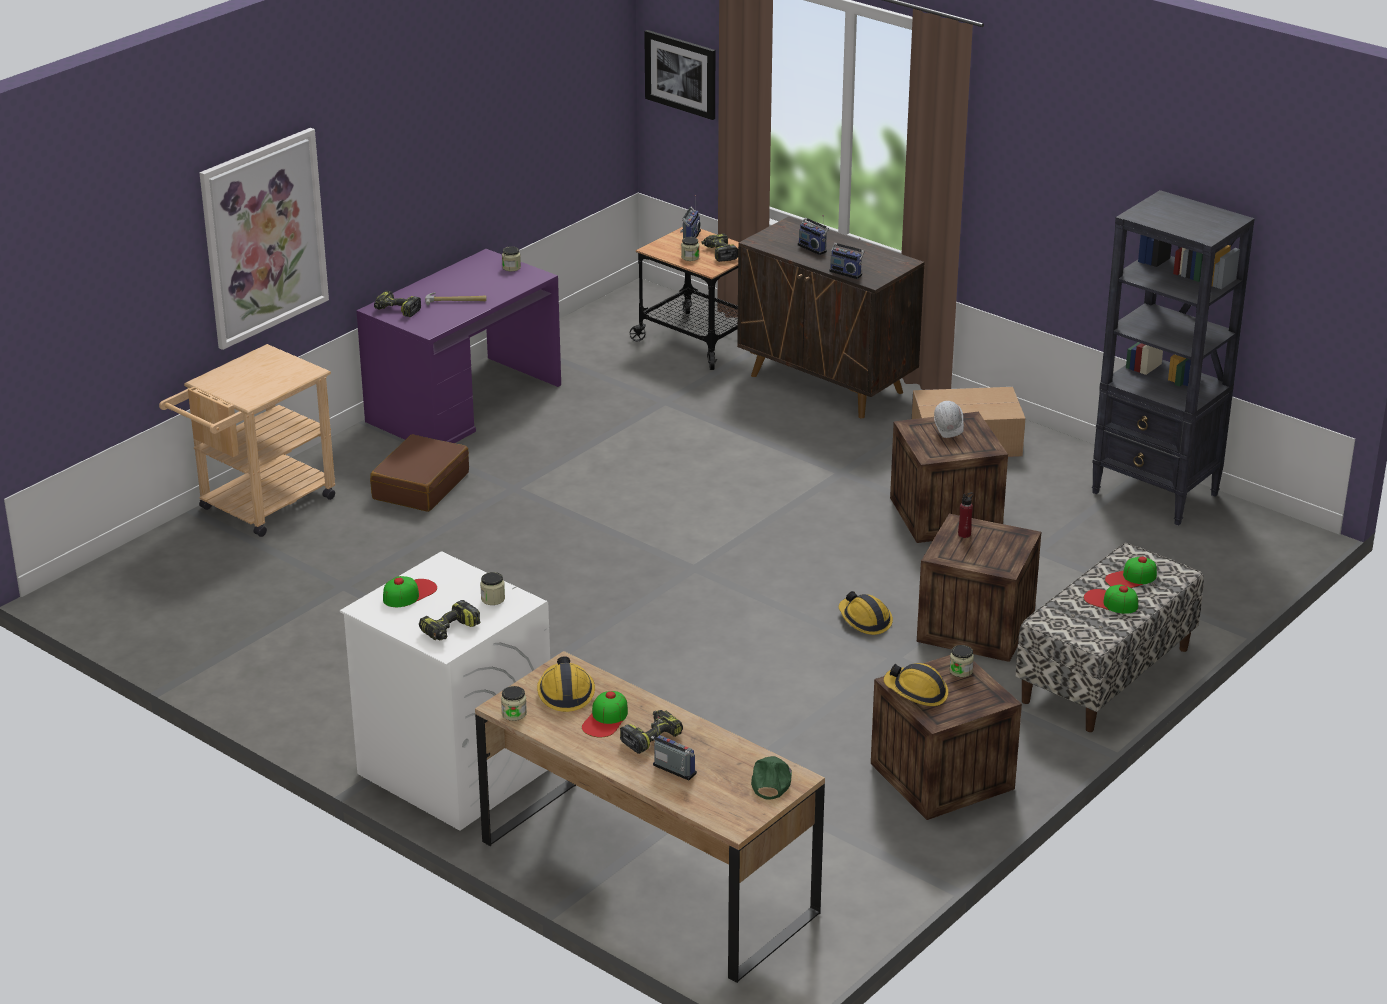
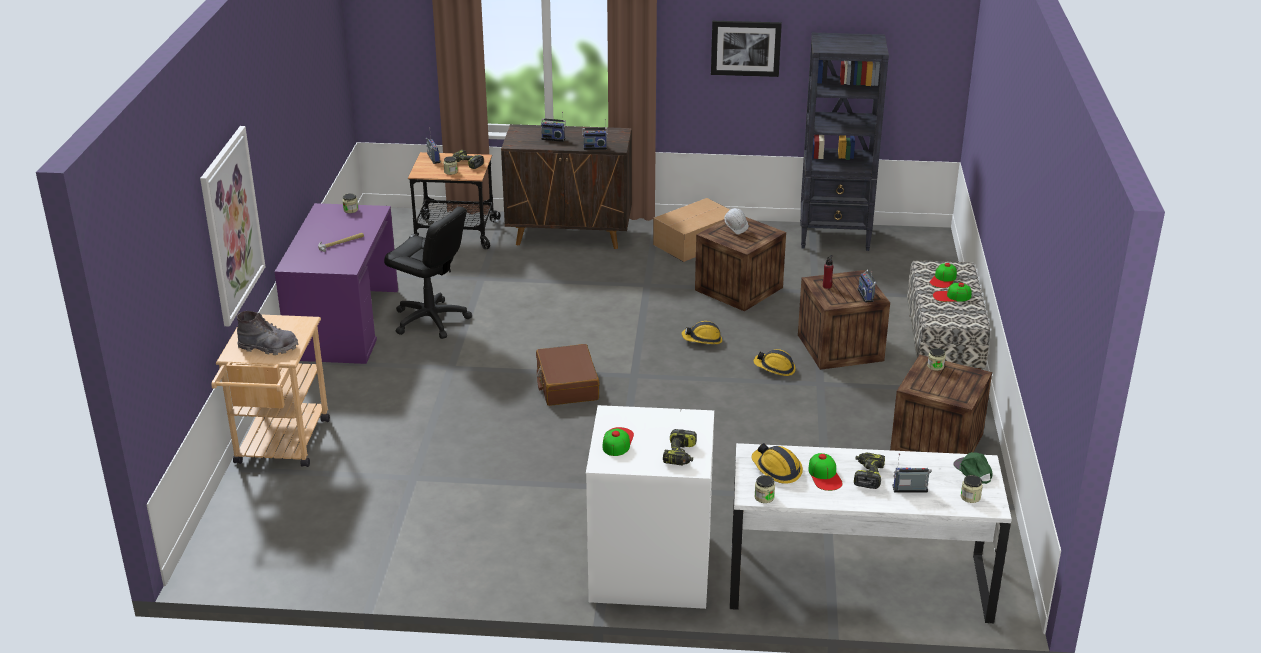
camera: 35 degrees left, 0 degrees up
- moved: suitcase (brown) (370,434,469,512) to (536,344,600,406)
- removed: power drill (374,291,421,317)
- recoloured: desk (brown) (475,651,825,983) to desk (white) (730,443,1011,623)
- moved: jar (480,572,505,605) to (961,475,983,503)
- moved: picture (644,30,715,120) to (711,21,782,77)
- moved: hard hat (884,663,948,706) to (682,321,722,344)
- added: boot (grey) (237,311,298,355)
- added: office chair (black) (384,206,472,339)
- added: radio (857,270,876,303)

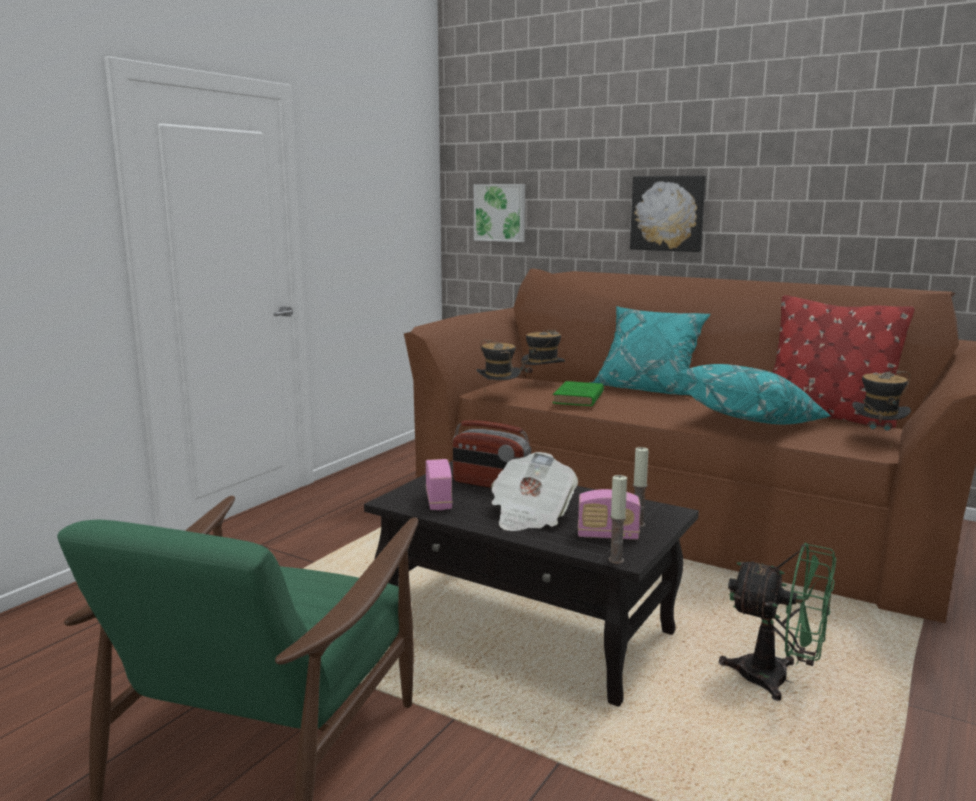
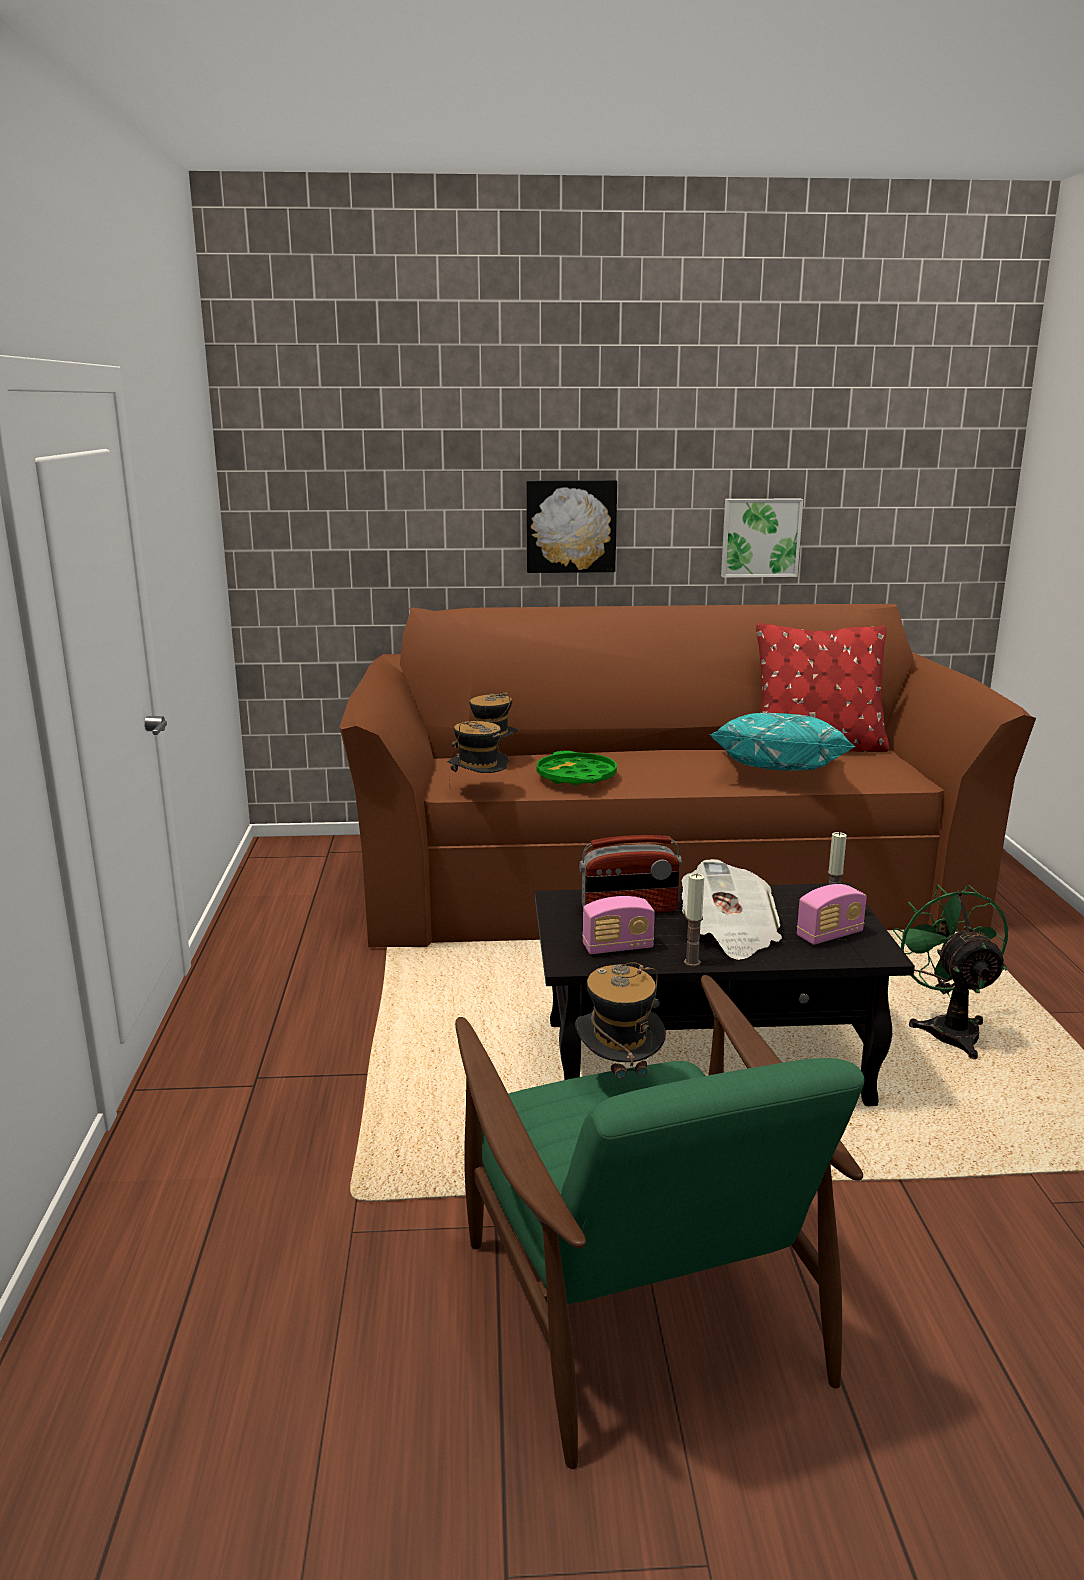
camera: 35 degrees left, 5 degrees up
- turned: radio (426,459,453,510) = (582,896,655,954) 120 degrees clockwise
- moved: picture (474,184,525,242) to (721,498,803,578)
- replaced: book (green) (552,381,604,406) to tray (green) (536,751,617,785)
- removed: pillow (turquoise) (590,306,711,395)
- moved: candle (609,475,627,564) to (684,873,704,966)
- turned: fan (green) (719,542,836,701) = (893,884,1008,1059) 90 degrees counterclockwise
- moved: hat (852,370,911,447) to (575,962,666,1078)

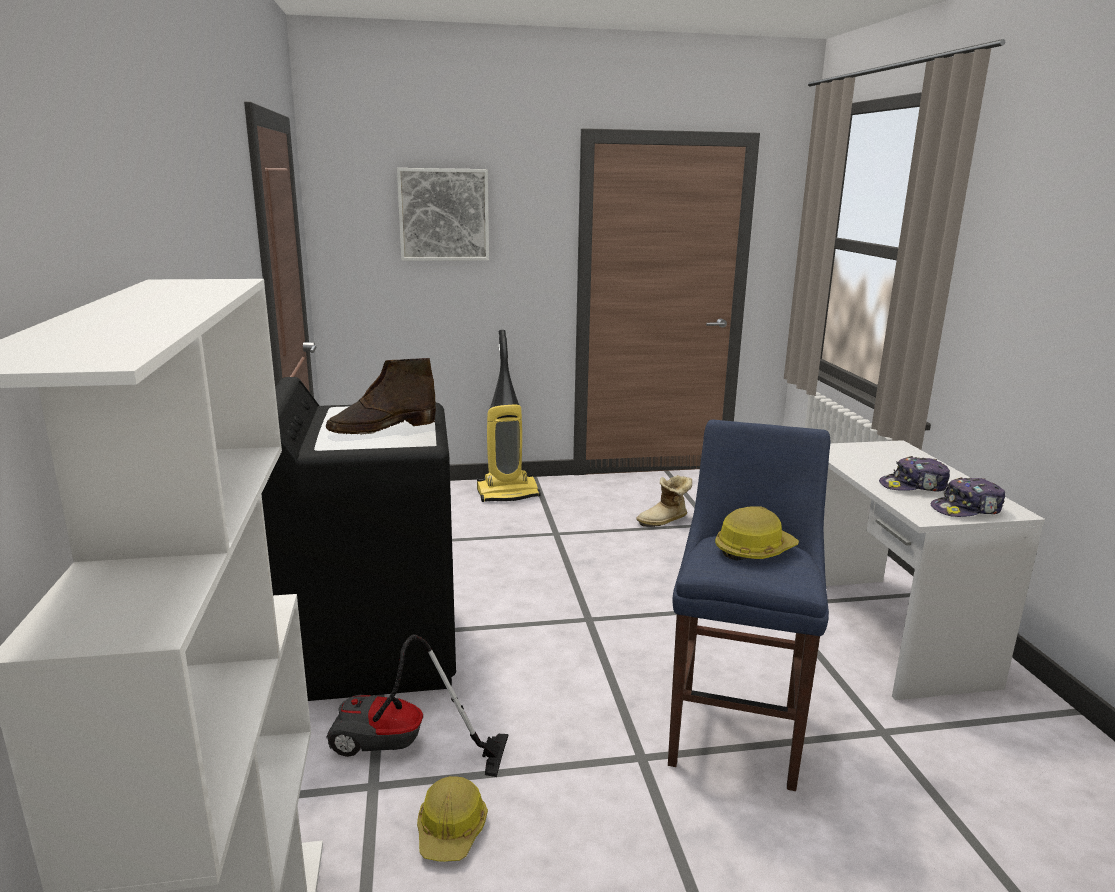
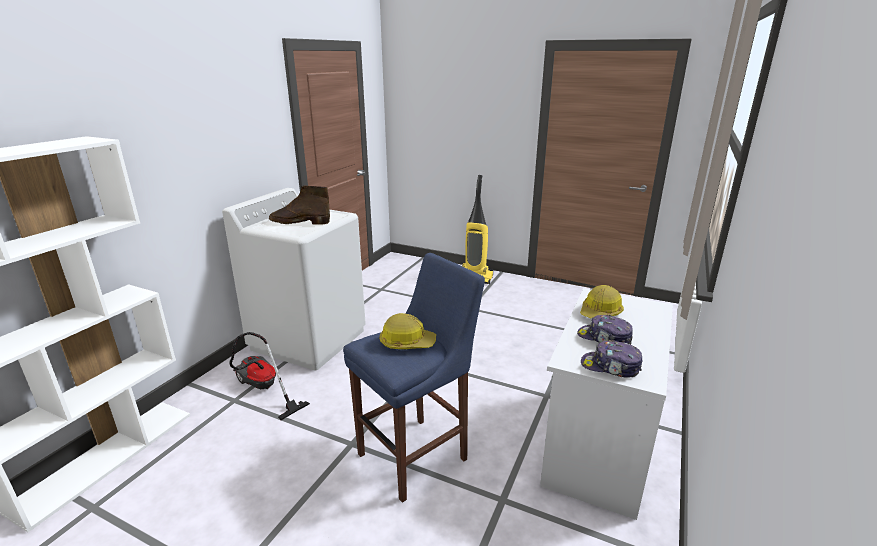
camera: 35 degrees right, 5 degrees up
- recoloured: washing machine (black) (261,377,456,701) to washing machine (white) (222,188,366,371)
- removed: picture (397,168,489,261)
- moved: hard hat (417,776,488,862) to (580,285,624,318)
- removed: boot (636,475,692,527)

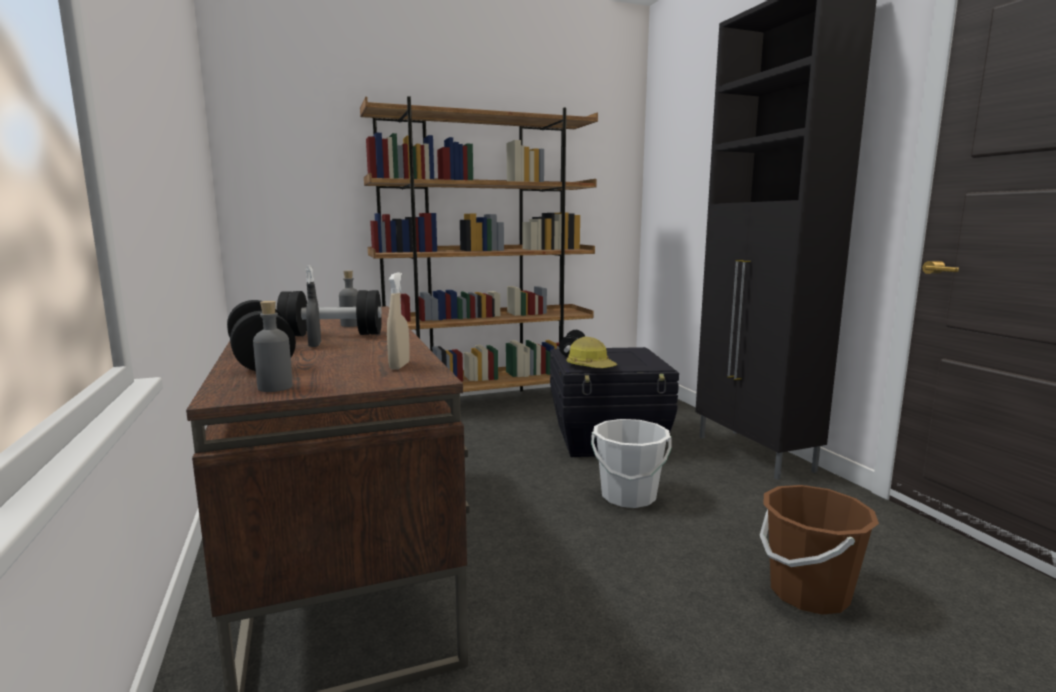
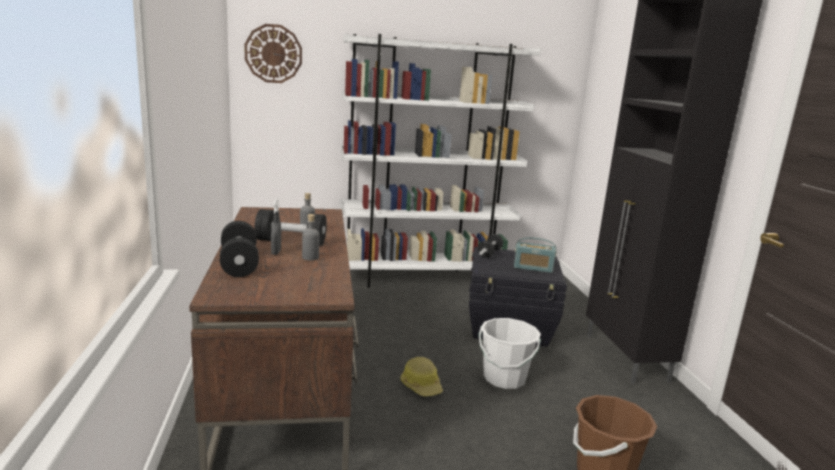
camera: 10 degrees right, 5 degrees up
- moved: bottle (grey) (253,301,293,392) to (302,214,320,261)
- recoloured: bookcase (brown) (360,96,598,392) to bookcase (white) (339,33,541,288)
- removed: spray bottle (beige) (387,272,410,370)
- moved: hard hat (567,337,617,368) to (400,357,443,396)
- added: wall clock (244,24,302,83)
- added: radio (514,237,557,273)

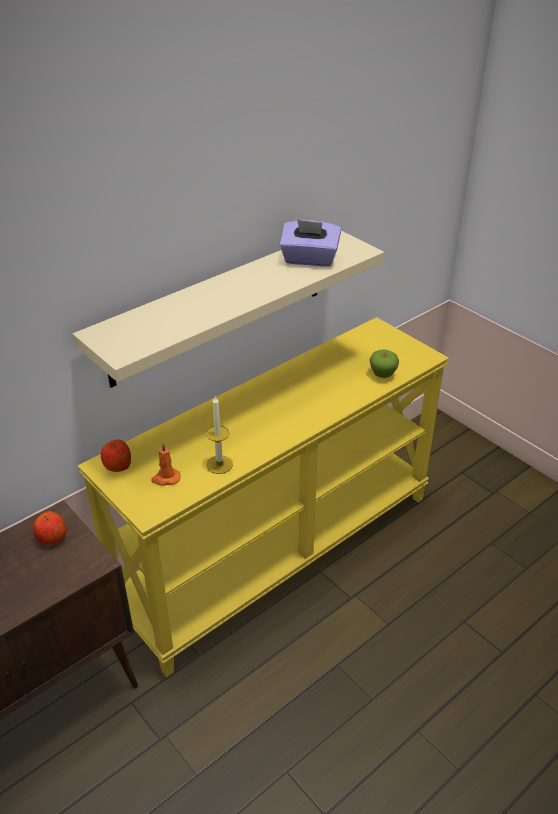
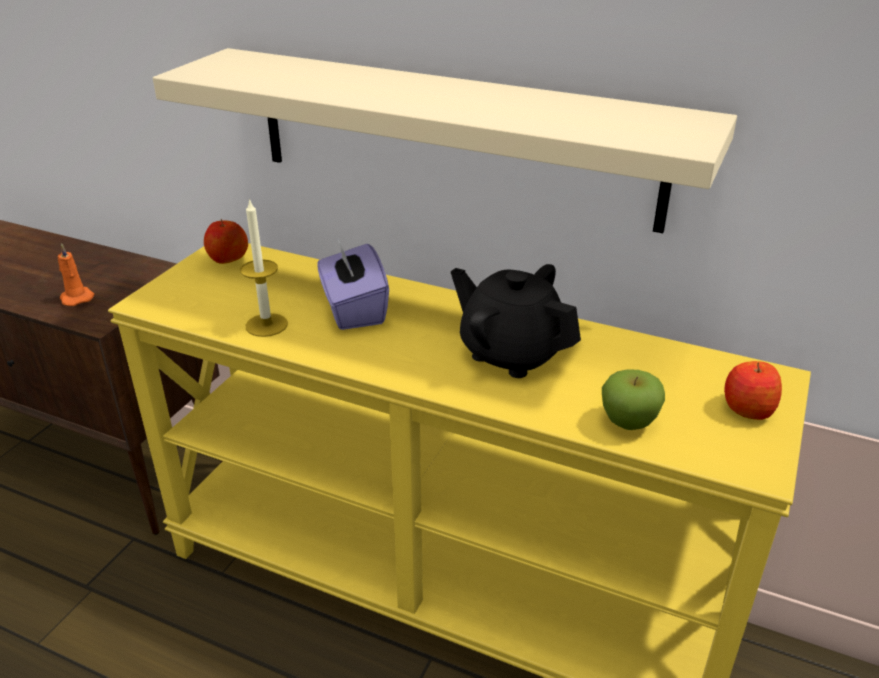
camera: 65 degrees right, 5 degrees down
- moved: apple (33,511,67,545) to (724,361,782,420)
- moved: candle (orange) (151,443,181,486) to (58,243,95,306)
- moved: tissue box (purple) (280,220,341,267) to (318,239,389,330)
- added: teapot (black) (451,264,581,378)

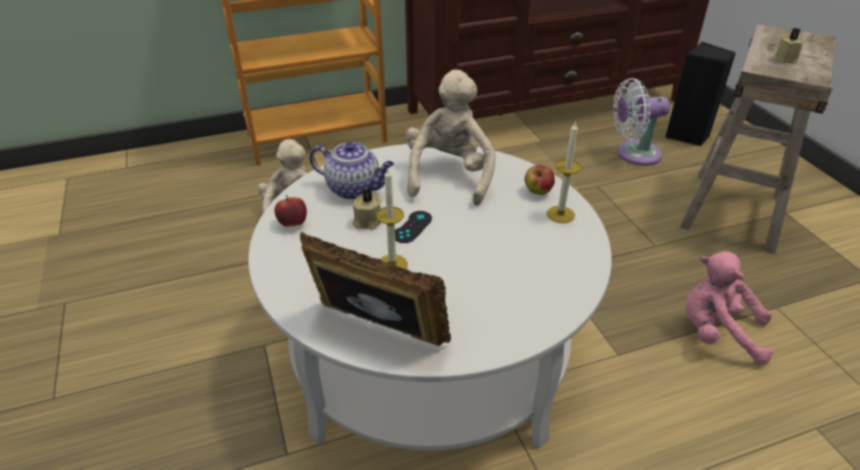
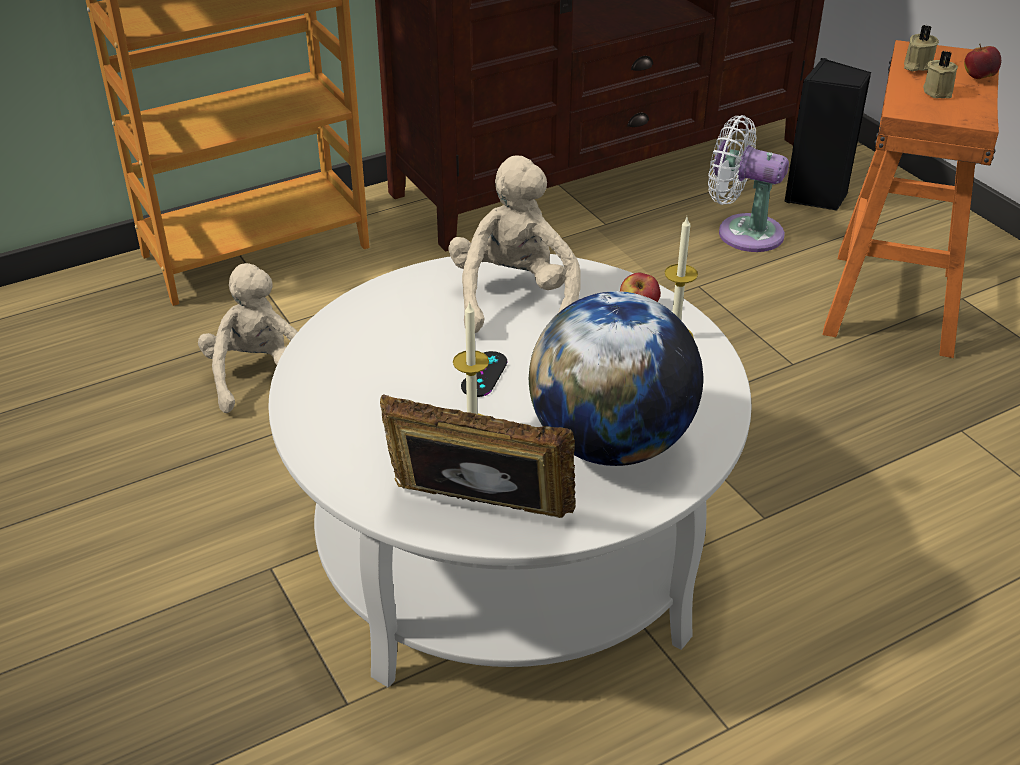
camera: 10 degrees left, 0 degrees up
- moved: apple (274,195,307,227) to (964,44,1001,79)
- removed: teapot (310,142,394,199)
- moved: candle (beige) (352,188,381,230) to (904,25,939,71)
- turned: fan (white) (613,78,670,166) = (708,115,789,252) 45 degrees clockwise
- recoloured: stool (beige) (680,24,836,254) to stool (orange) (822,40,999,358)
- removed: plush toy (pink) (685,251,773,365)
- added: globe (529,291,703,466)

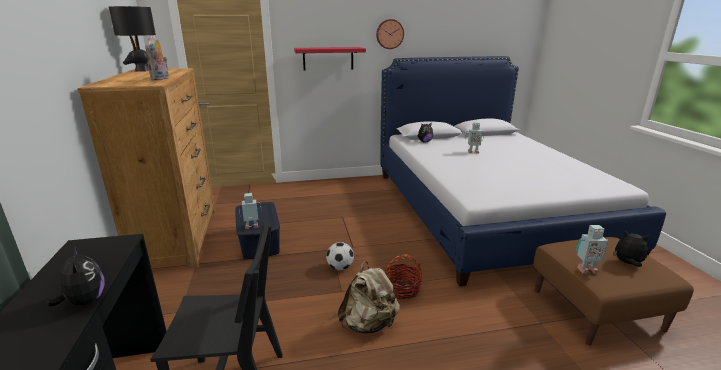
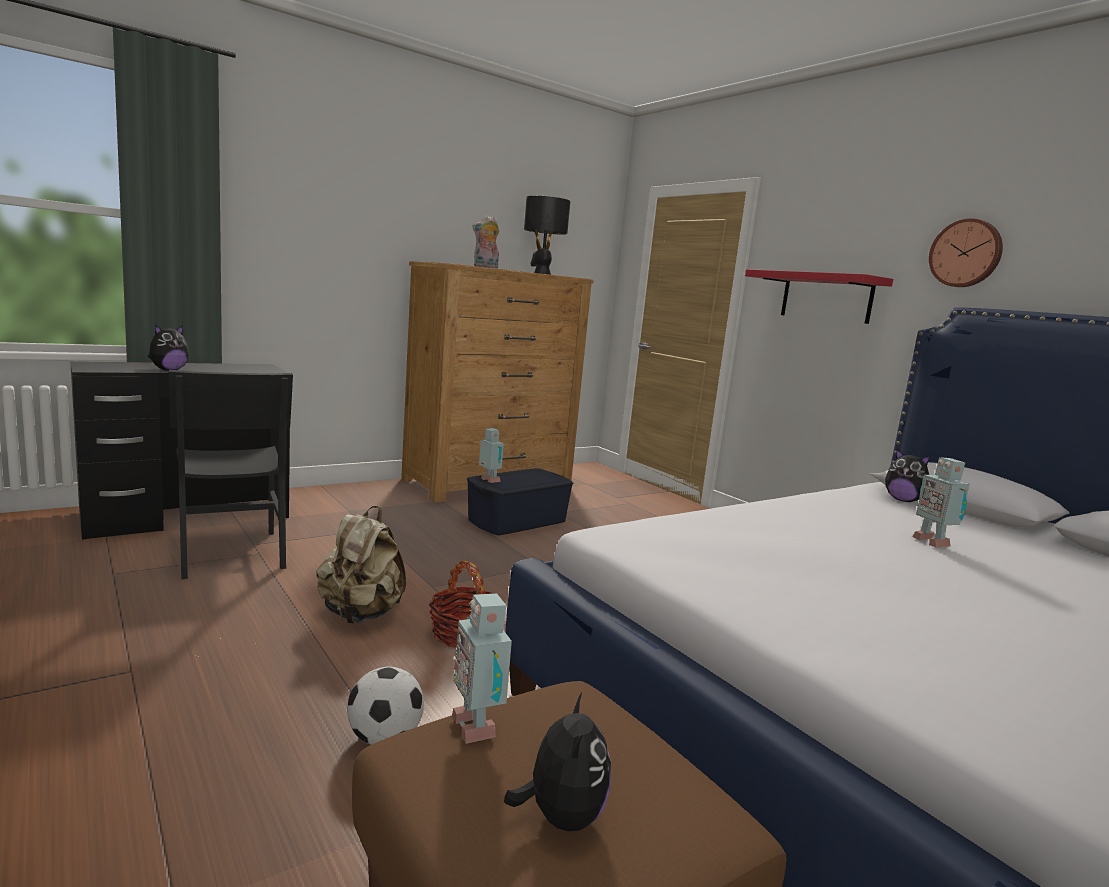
camera: 65 degrees right, 10 degrees down
- moved: football (326,242,354,270) to (347,667,424,745)

